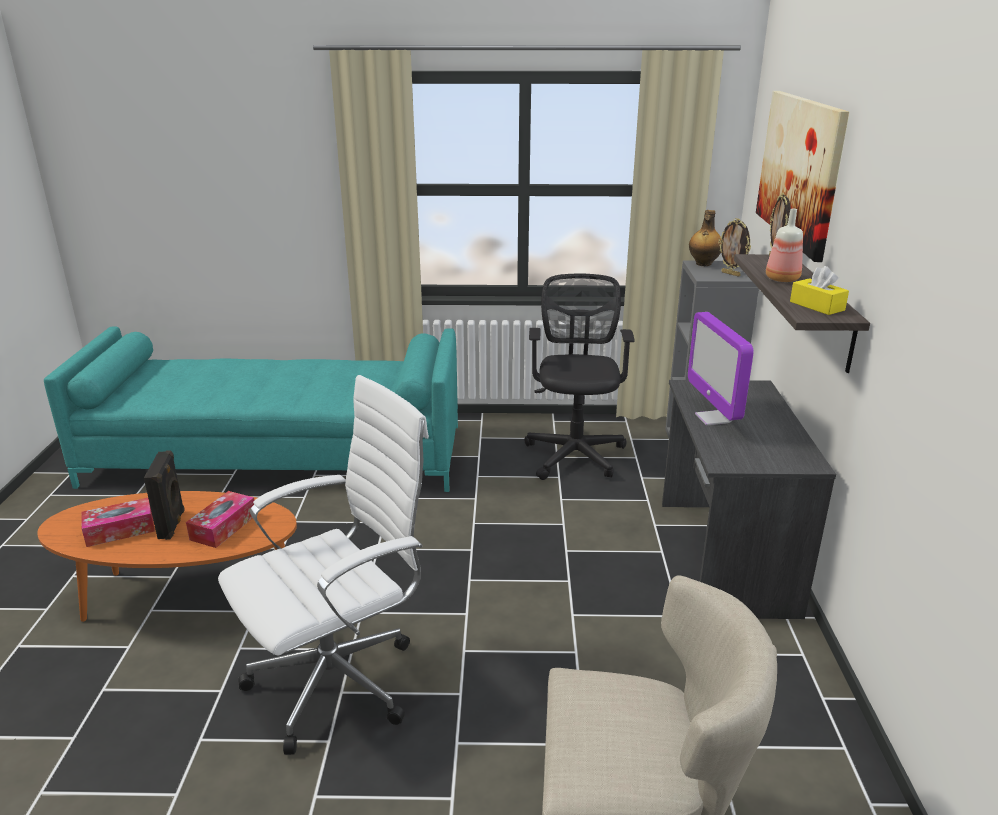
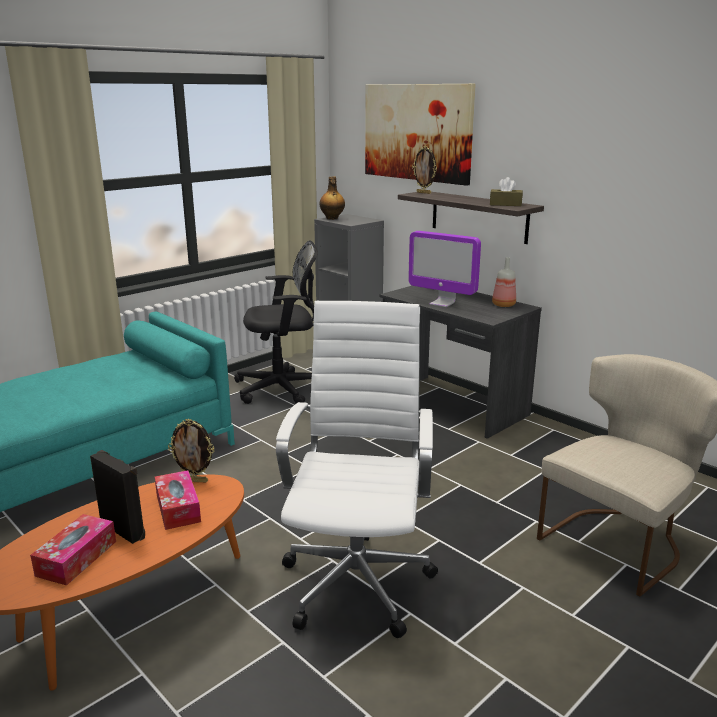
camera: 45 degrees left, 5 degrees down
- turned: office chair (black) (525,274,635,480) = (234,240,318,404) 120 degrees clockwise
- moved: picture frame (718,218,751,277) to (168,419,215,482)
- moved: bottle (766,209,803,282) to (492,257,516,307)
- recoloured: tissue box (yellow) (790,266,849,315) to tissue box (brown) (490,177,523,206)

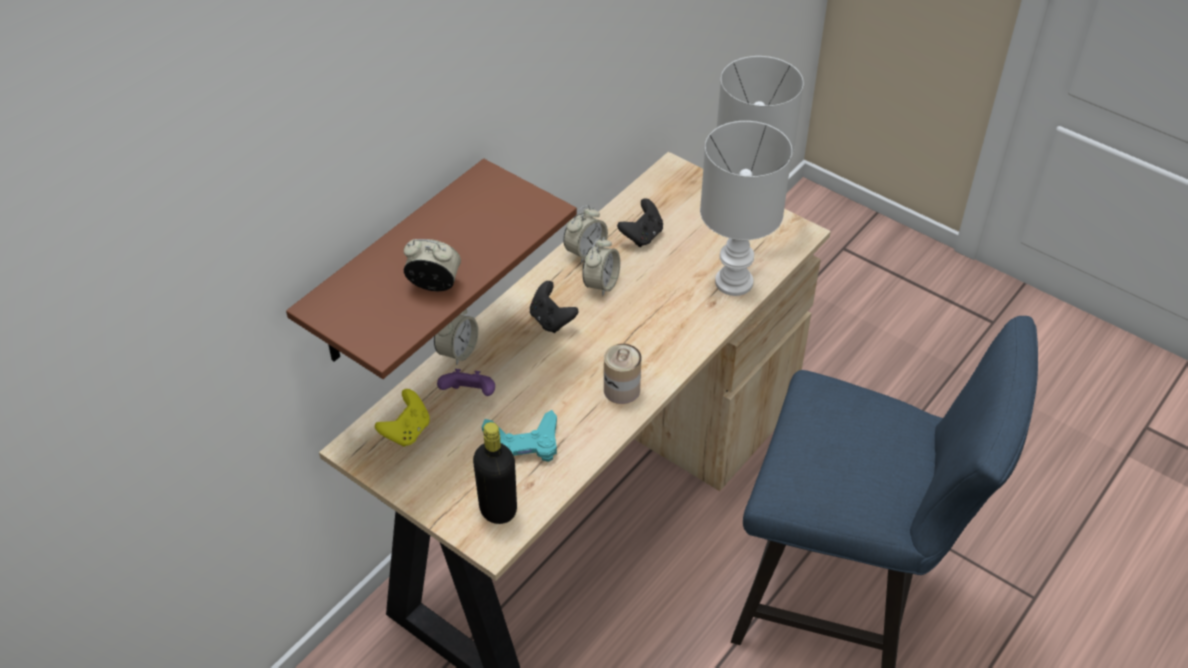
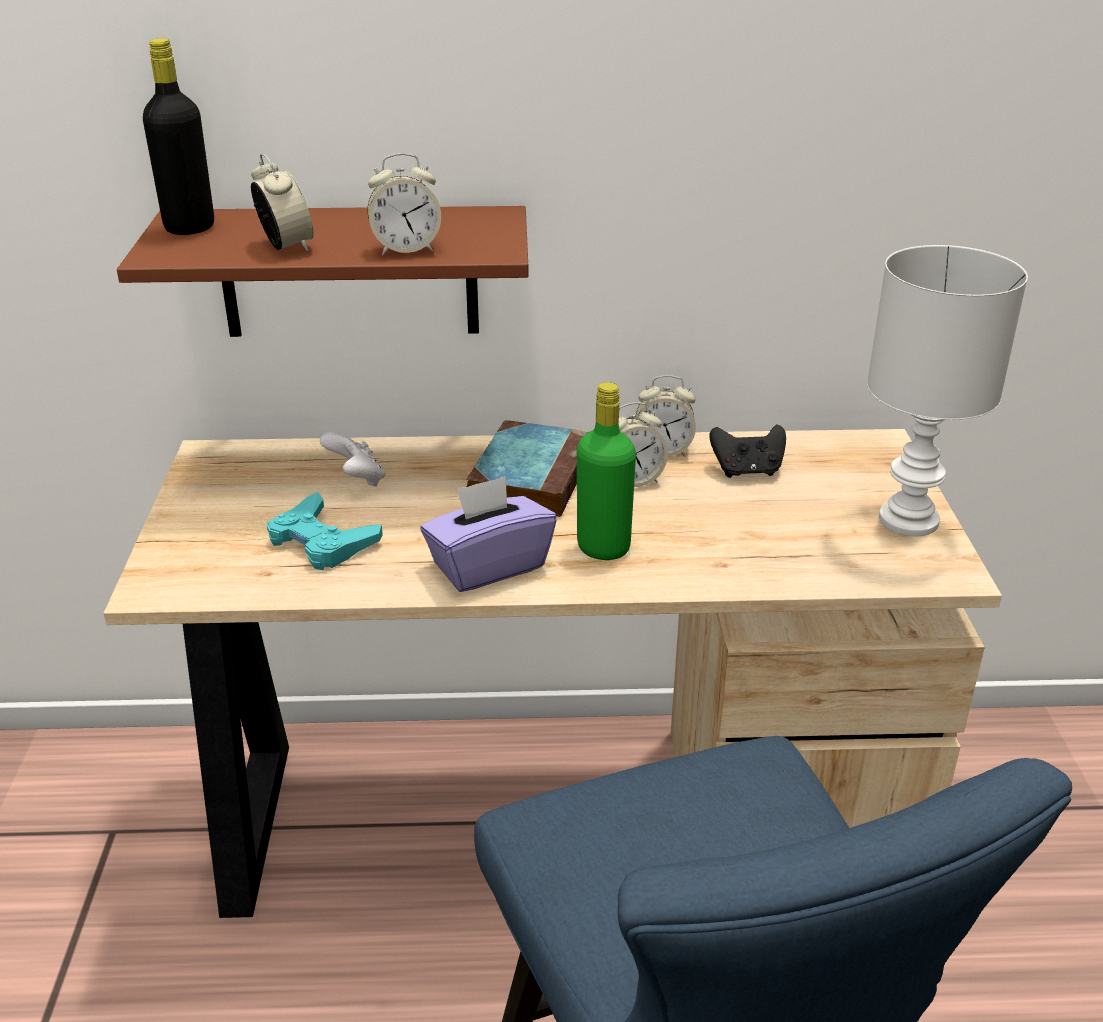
camera: 50 degrees right, 15 degrees down
- removed: game controller (yellow) (375,389,430,447)
- moved: alarm clock (434,309,478,365) to (368,153,441,256)
- recoloured: game controller (purple) (437,369,495,396) to game controller (white) (320,432,386,487)
- moved: bottle (black) (473,422,517,524) to (143,38,214,235)
- replaced: game controller (black) (530,281,578,333) to book (466,420,589,517)
- replaced: can (604,343,642,404) to tissue box (purple) (420,476,556,592)
- removed: table lamp (white) (700,121,792,296)
- added: bottle (green) (577,382,636,560)

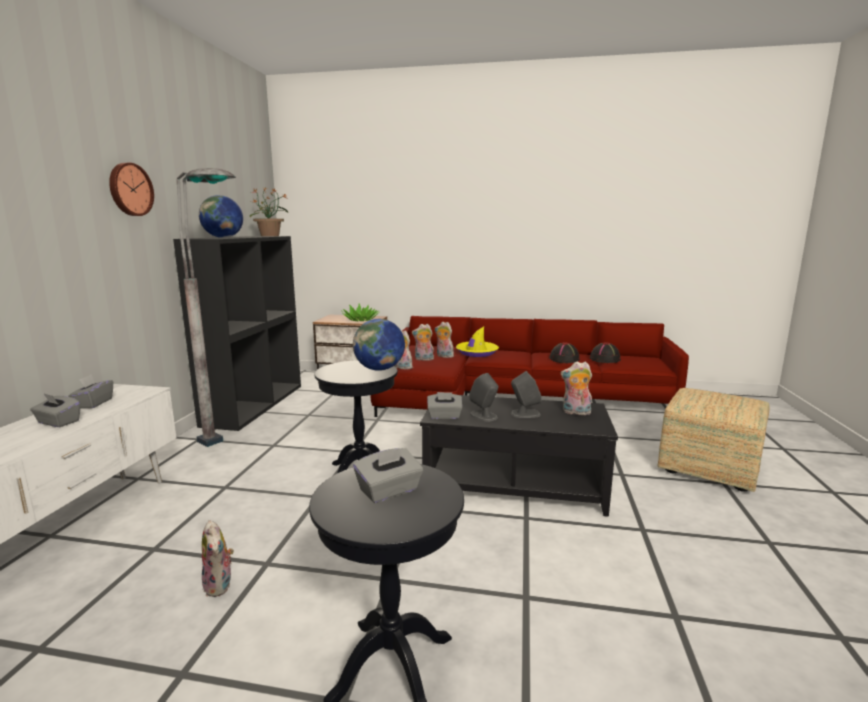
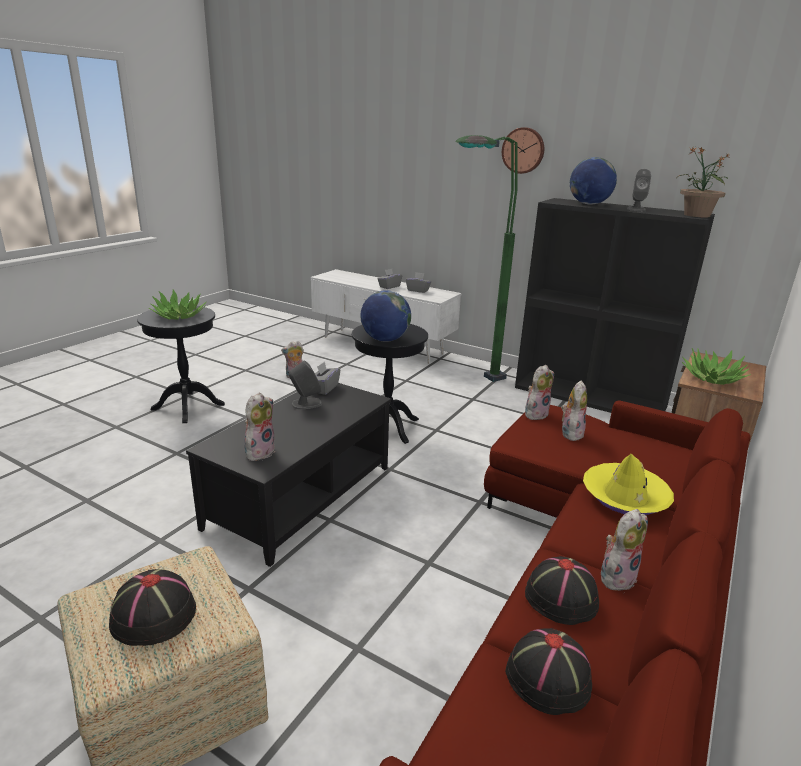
camera: 110 degrees right, 10 degrees up
- recoloured: floor lamp (grey) (177,168,236,447) to floor lamp (green) (455,135,518,382)
- replaced: tissue box (grey) (353,448,423,503) to potted plant (149,290,206,320)
- moved: plush toy (435,322,454,358) to (601,509,648,591)
- moved: speaker (grey) (511,371,542,418) to (627,169,651,211)
- added: hat (black) (109,569,196,646)

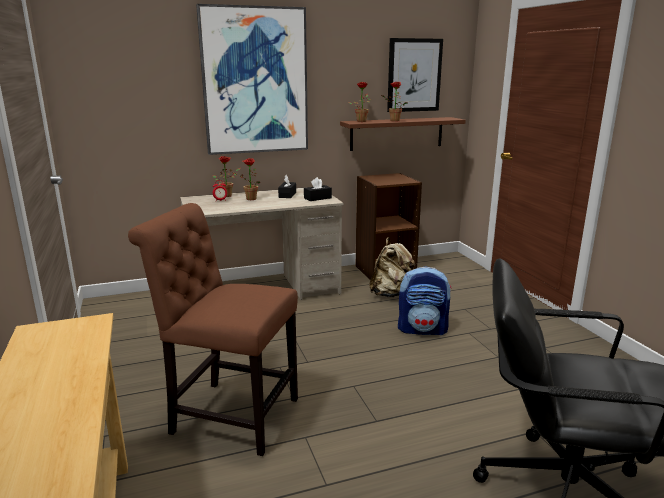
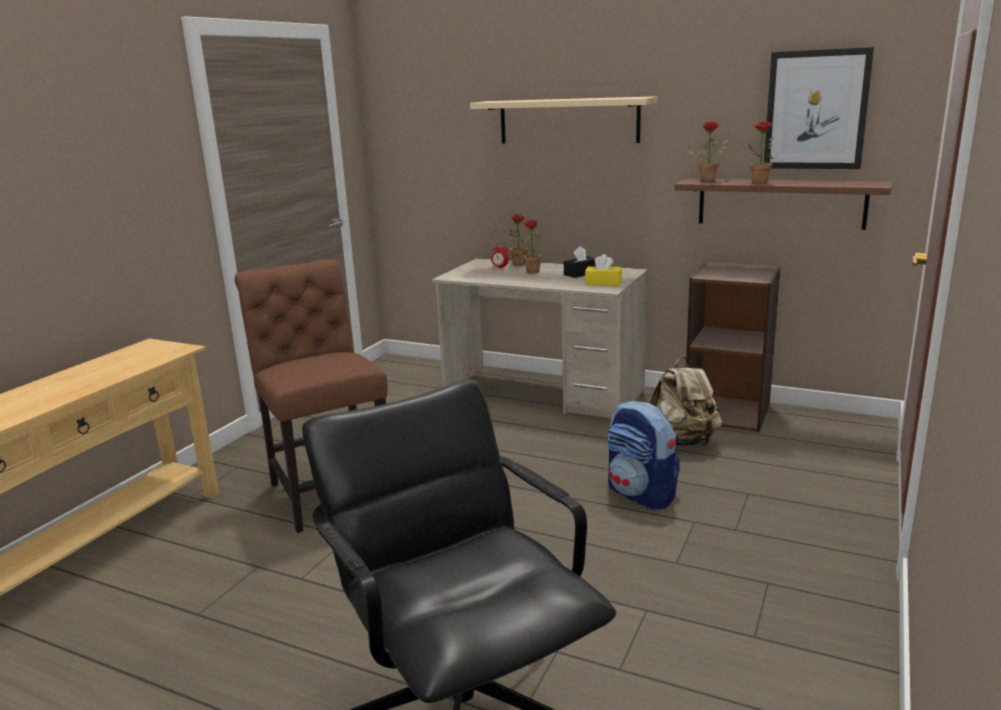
camera: 45 degrees right, 0 degrees up
- replaced: picture (196,4,308,155) to shelf (beige) (470,96,657,143)
- recoloured: tissue box (black) (304,177,332,201) to tissue box (yellow) (585,254,622,286)

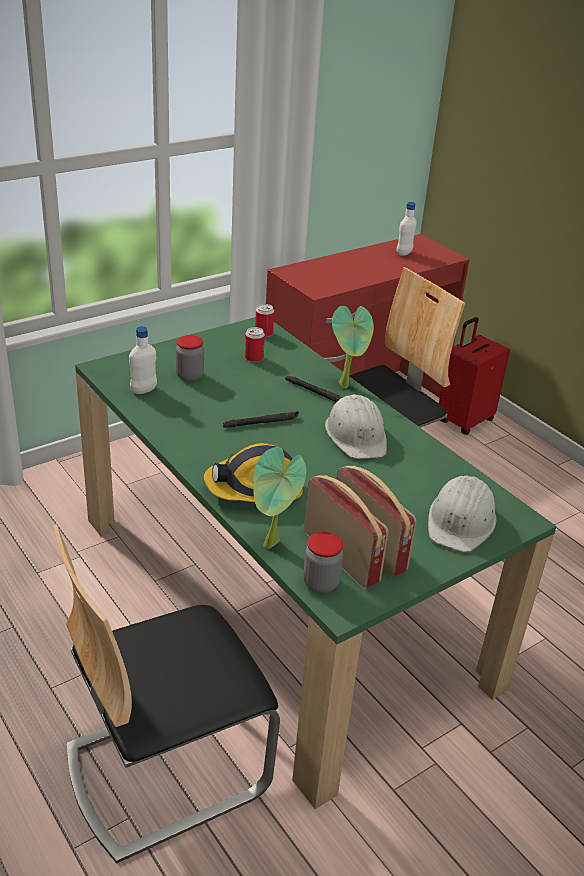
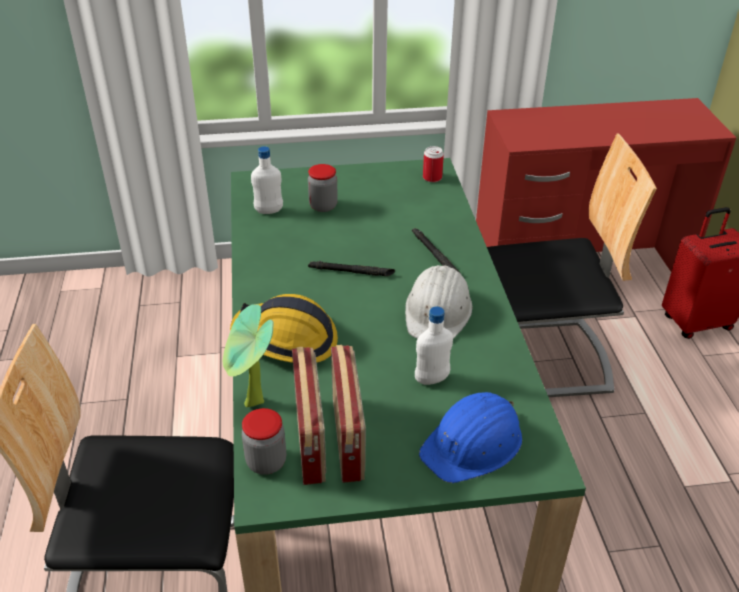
camera: 30 degrees right, 5 degrees up
- removed: can (245,327,265,362)
- removed: potted plant (332,306,374,389)
- moved: bottle (white) (397,202,417,256) to (415,306,453,385)
- recoloured: hard hat (white) (428,476,496,552) to hard hat (blue) (419,392,522,483)

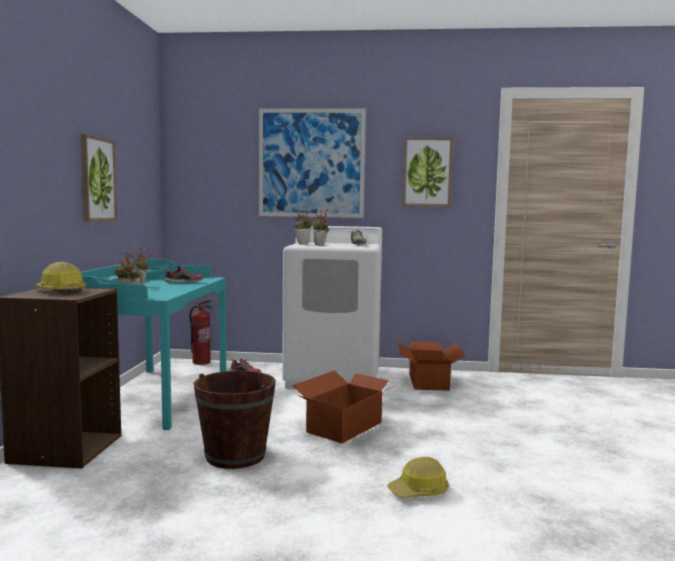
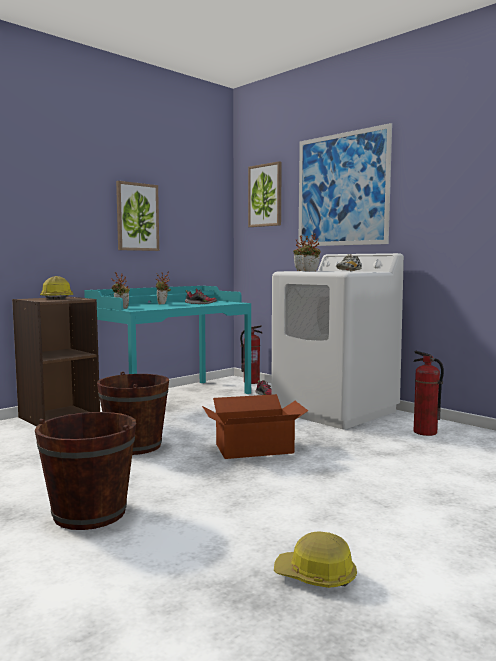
camera: 40 degrees right, 0 degrees up
- moved: hard hat (387,457,449,498) to (274,532,357,588)
- replaced: cardboard box (397,341,466,391) to fire extinguisher (413,351,444,436)
- moved: picture (403,137,453,207) to (248,161,282,227)
- added: bucket (brown) (35,412,136,530)

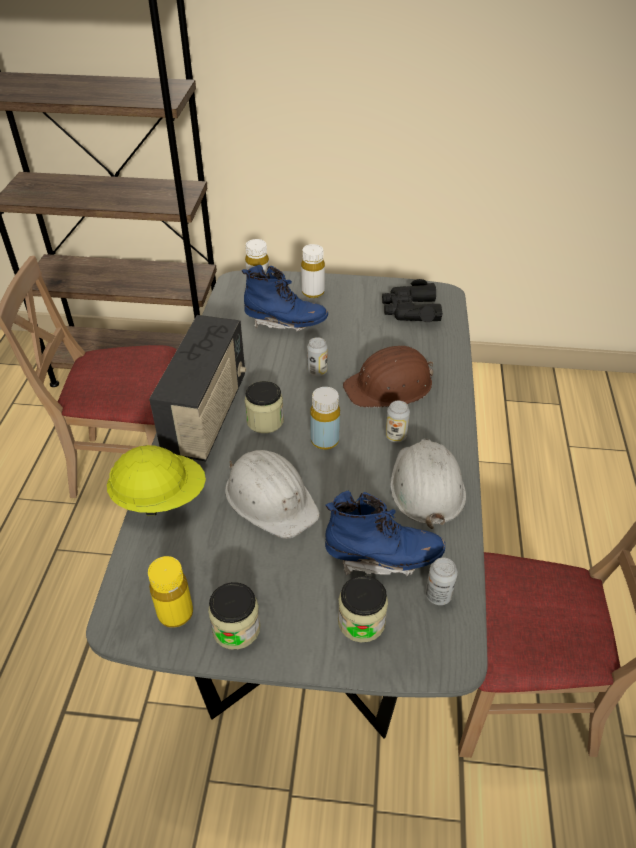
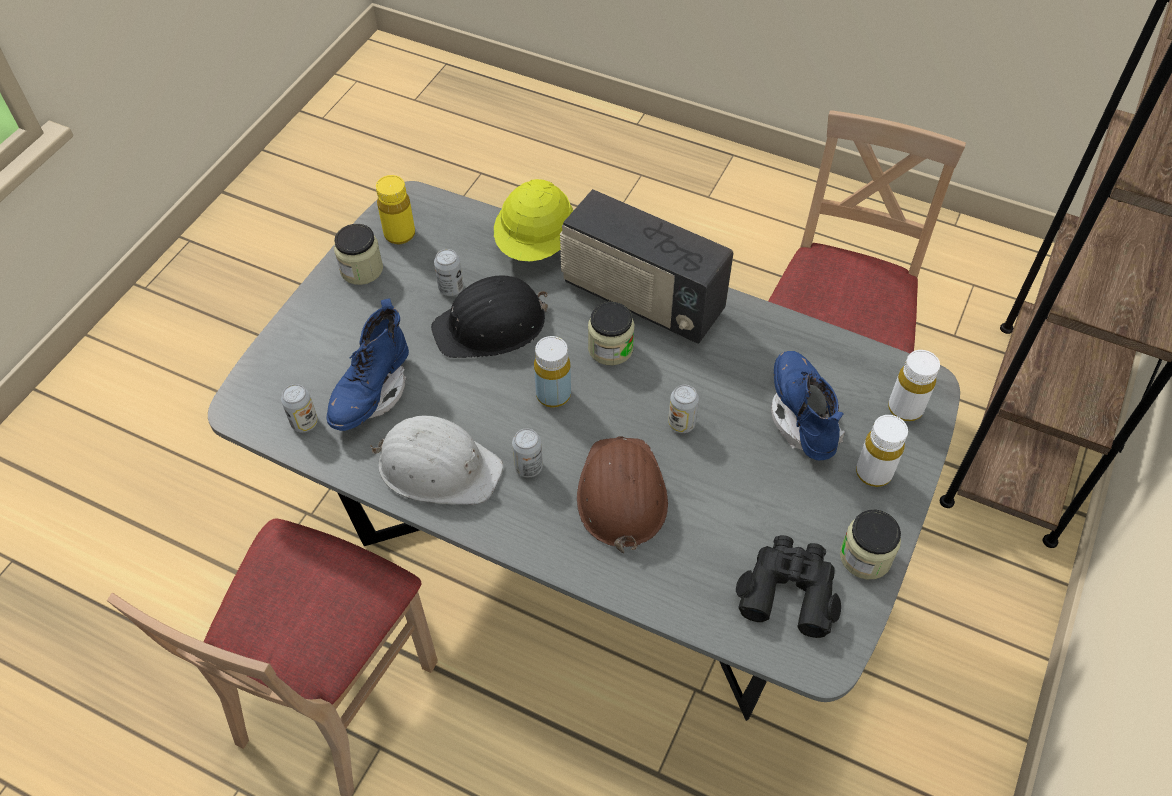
camera: 110 degrees right, 10 degrees up
- recoloured: hard hat (white) (225,450,320,539) to hard hat (black) (431,276,548,358)
- turned: boot (blue) (242,265,328,332) = (771,351,845,460) 135 degrees clockwise
- moved: jar (338,576,388,642) to (840,510,901,579)
- added: can (434,249,463,296)

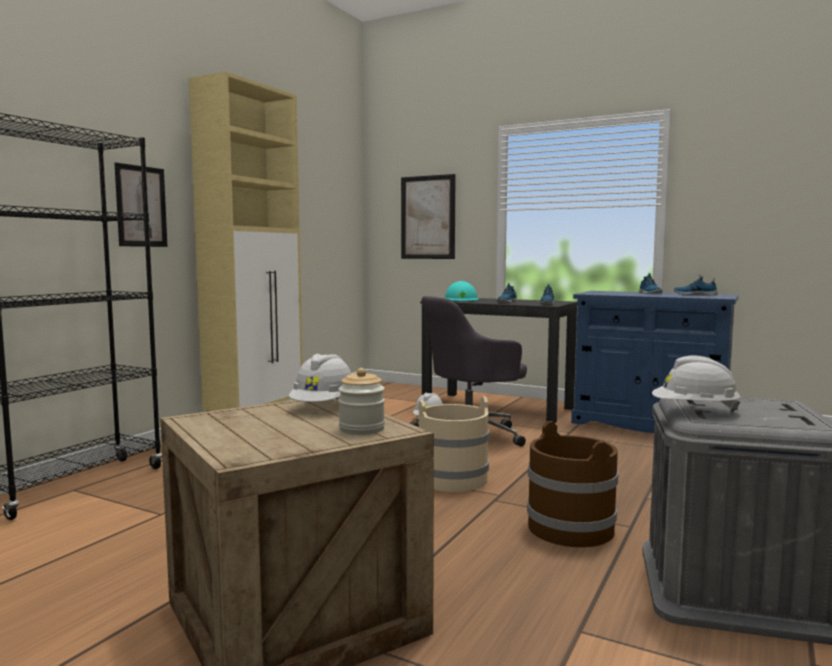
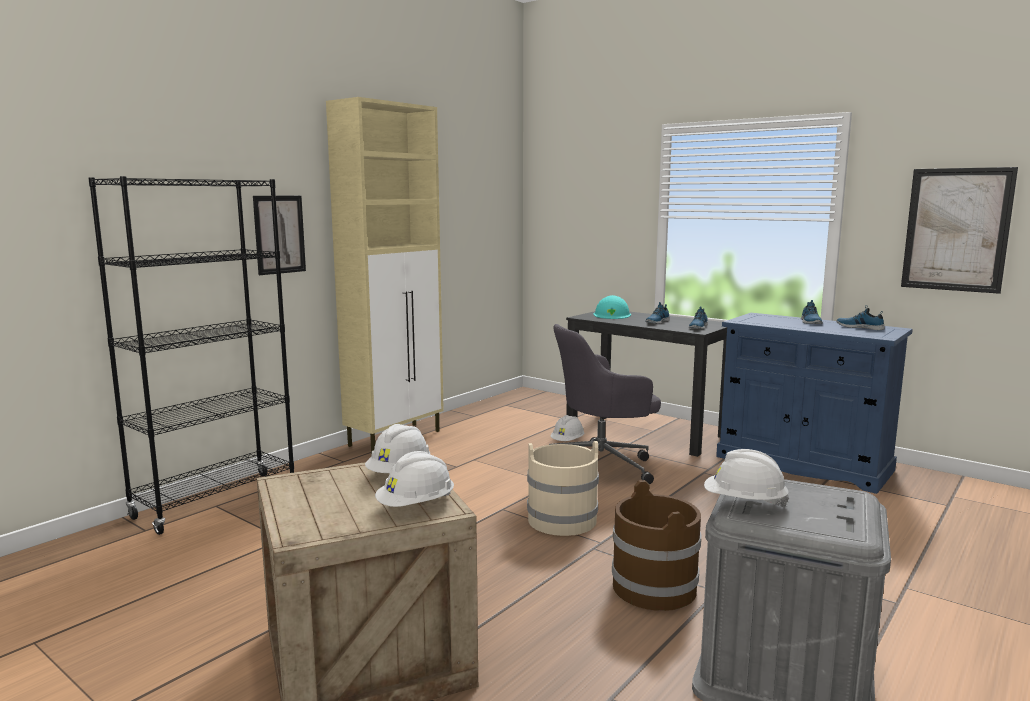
camera: 10 degrees right, 5 degrees up
- replaced: jar (338,368,385,435) to hard hat (white) (375,451,454,507)
- moved: picture (401,174,456,259) to (901,167,1018,294)

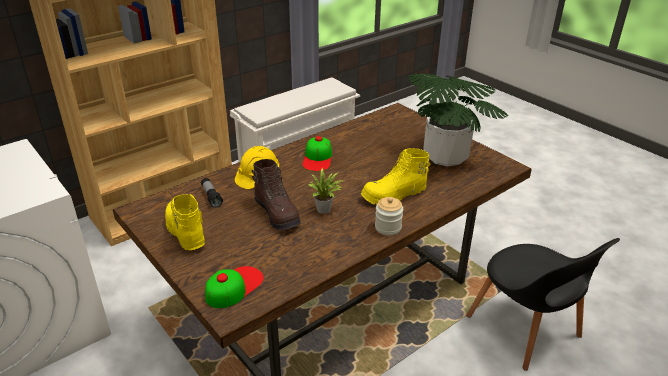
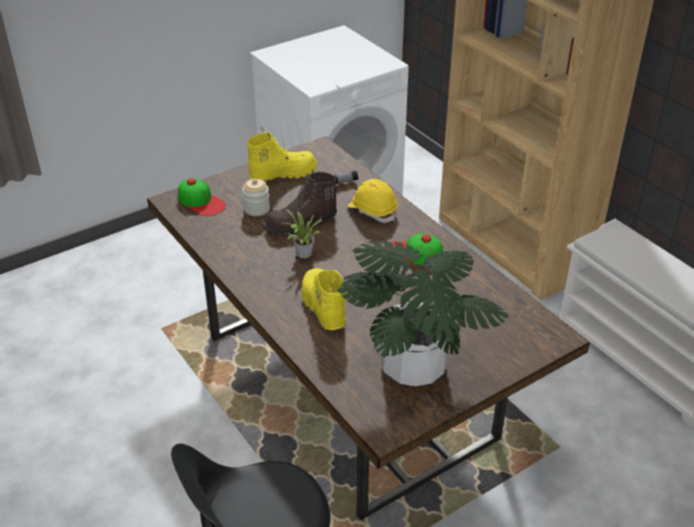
camera: 95 degrees right, 5 degrees up
- moved: jar (375,197,403,236) to (242,179,270,216)

